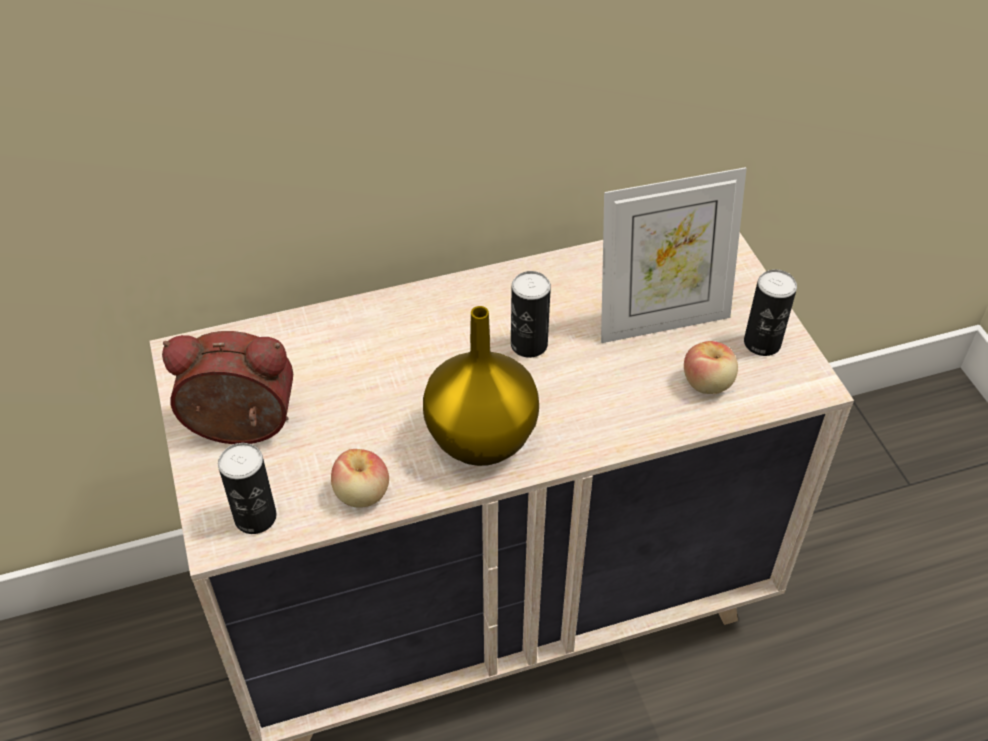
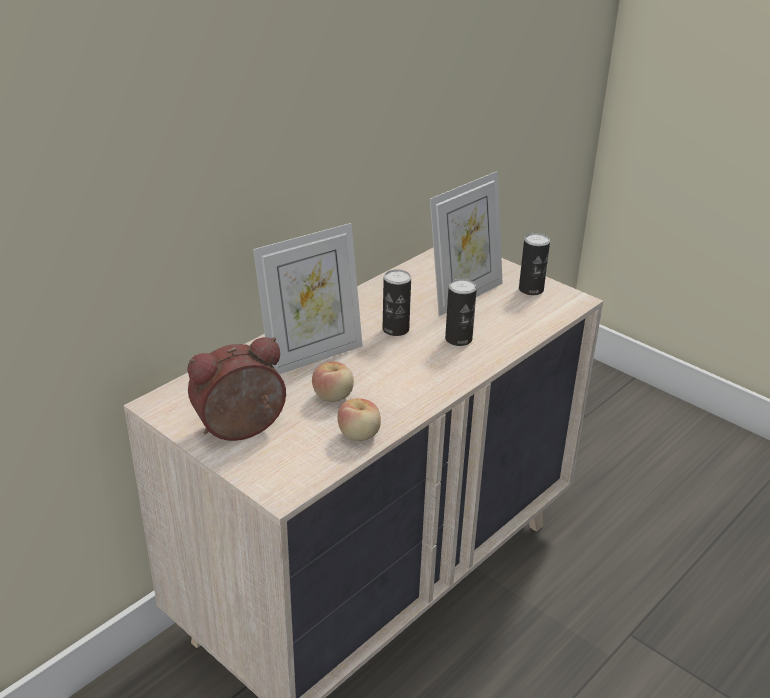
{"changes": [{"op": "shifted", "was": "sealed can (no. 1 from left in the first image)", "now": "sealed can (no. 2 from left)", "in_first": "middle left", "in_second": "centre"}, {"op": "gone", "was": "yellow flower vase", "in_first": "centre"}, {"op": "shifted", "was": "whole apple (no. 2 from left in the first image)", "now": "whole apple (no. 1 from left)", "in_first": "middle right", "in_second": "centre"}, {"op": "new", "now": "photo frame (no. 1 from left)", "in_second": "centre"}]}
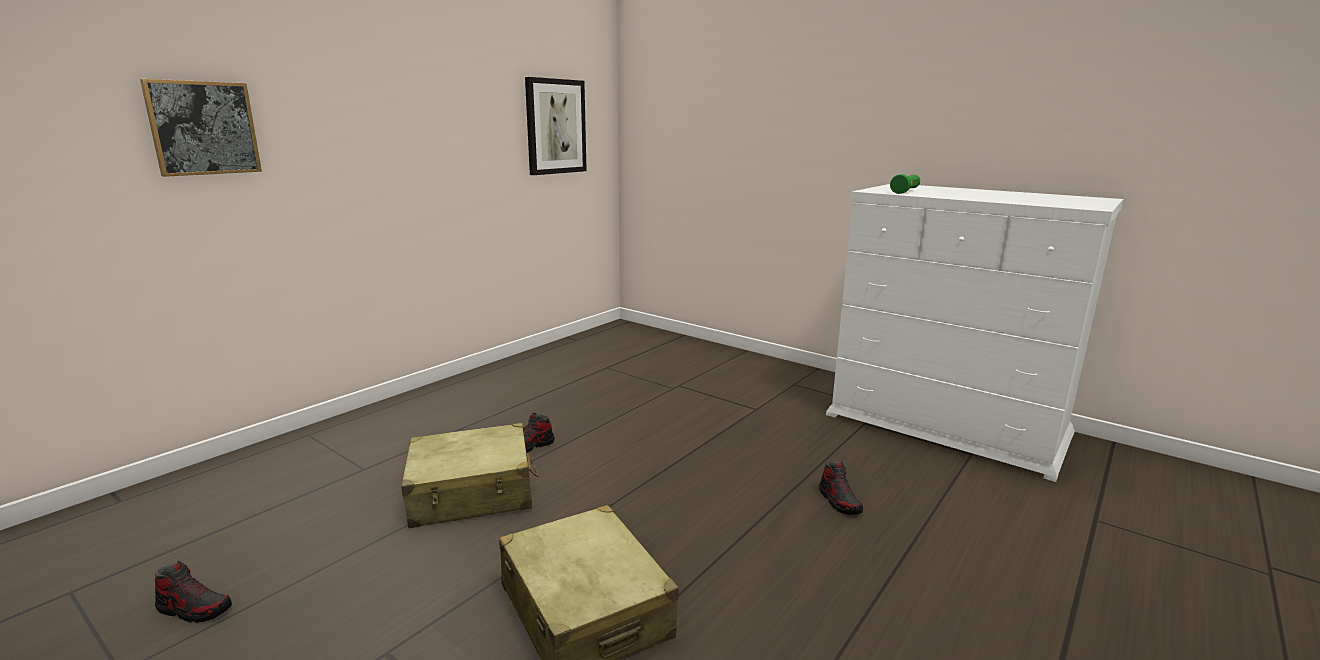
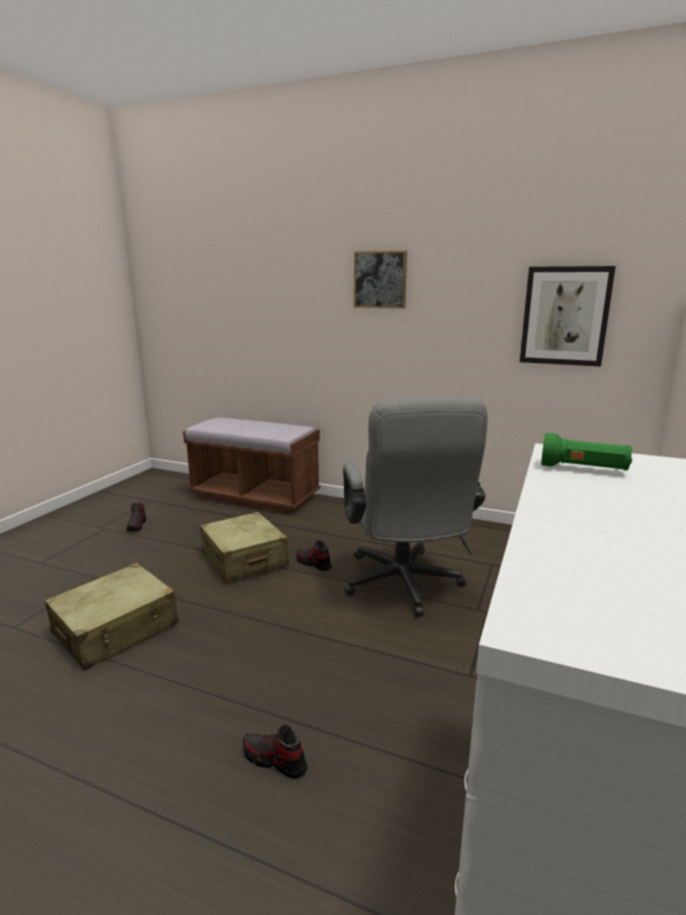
{"changes": [{"op": "shifted", "was": "wall art (no. 1 from left)", "in_first": "top left", "in_second": "top centre"}, {"op": "rotated", "was": "shoe (no. 3 from left in the first image)", "in_first": "bottom centre", "in_second": "bottom centre", "clockwise": 60}, {"op": "new", "now": "brownish bench", "in_second": "centre"}, {"op": "new", "now": "greyish office chair", "in_second": "centre"}]}
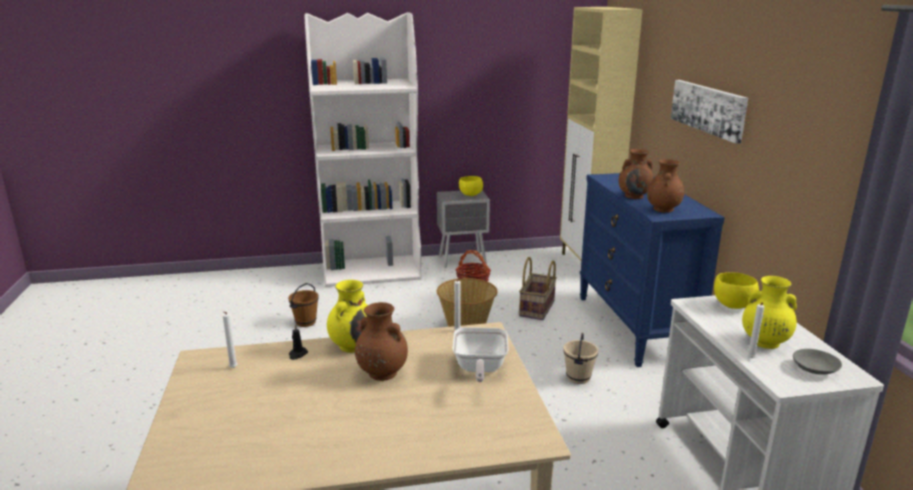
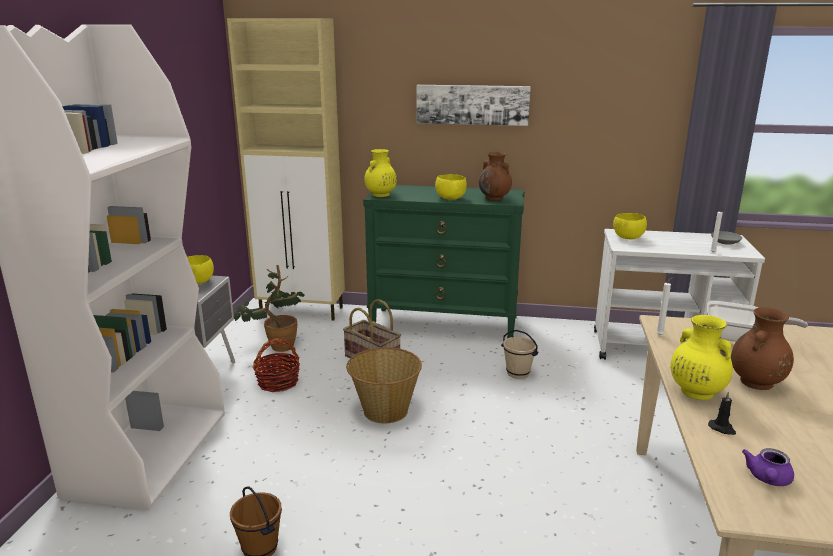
{"changes": [{"op": "swapped", "was": "whitish candle (no. 1 from left)", "now": "purplish pot for tea", "in_first": "bottom left", "in_second": "bottom right"}, {"op": "repainted", "was": "bluish drawer chest", "now": "green drawer chest", "in_first": "middle right", "in_second": "centre"}, {"op": "swapped", "was": "brownish flower vase (no. 2 from left)", "now": "yellow deep dish (no. 2 from left)", "in_first": "middle right", "in_second": "centre"}, {"op": "shifted", "was": "yellow flower vase (no. 2 from left in the first image)", "now": "yellow flower vase (no. 1 from left)", "in_first": "middle right", "in_second": "top centre"}, {"op": "new", "now": "plant in a pot", "in_second": "middle left"}]}
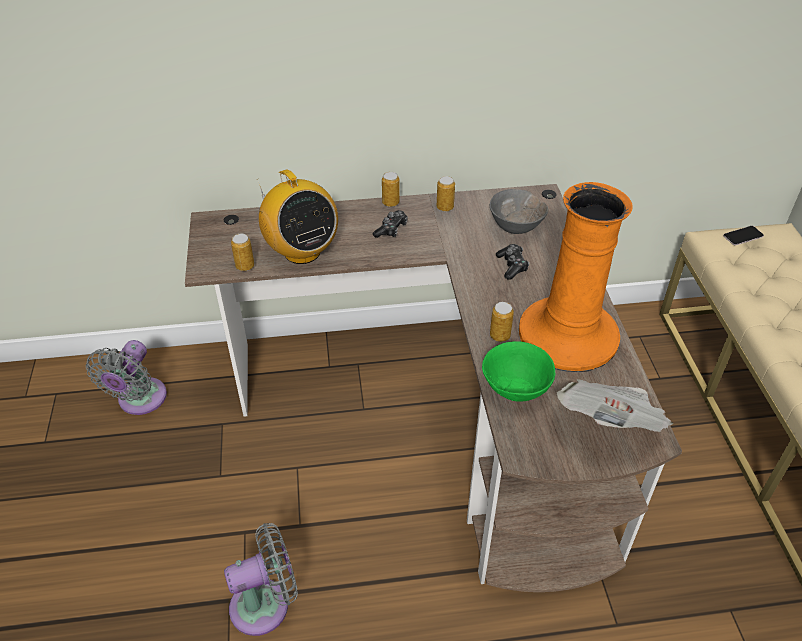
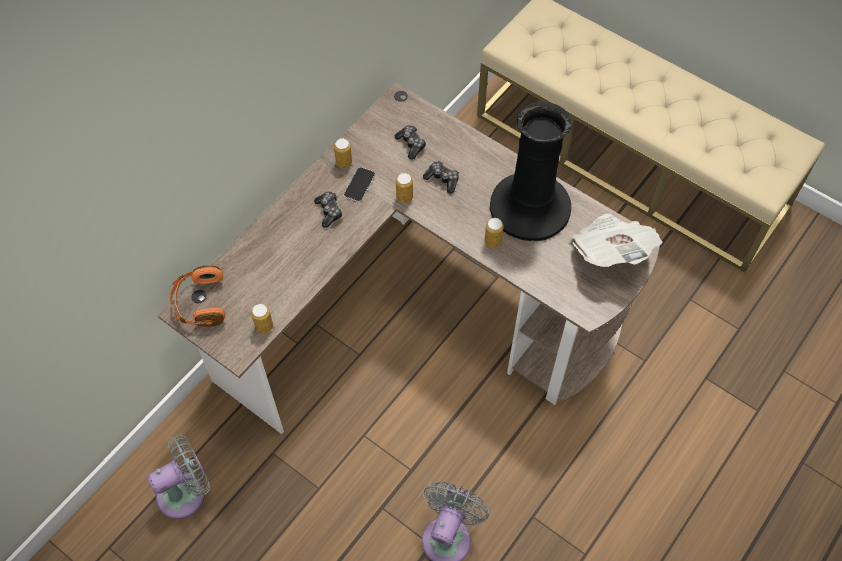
{"changes": [{"op": "rotated", "was": "greyish electric fan (no. 1 from left)", "in_first": "middle left", "in_second": "bottom left", "clockwise": -90}, {"op": "gone", "was": "radio receiver", "in_first": "centre"}, {"op": "shifted", "was": "sealed can (no. 2 from left in the first image)", "now": "sealed can (no. 3 from left)", "in_first": "top centre", "in_second": "centre"}, {"op": "gone", "was": "green deep dish", "in_first": "centre"}, {"op": "swapped", "was": "greyish deep dish", "now": "gamepad (no. 2 from left)", "in_first": "top centre", "in_second": "top centre"}, {"op": "repainted", "was": "orange-coloured flower vase", "now": "black flower vase", "in_first": "middle right", "in_second": "top centre"}, {"op": "shifted", "was": "telephone", "in_first": "middle right", "in_second": "top centre"}, {"op": "new", "now": "orange-coloured headset", "in_second": "middle left"}]}
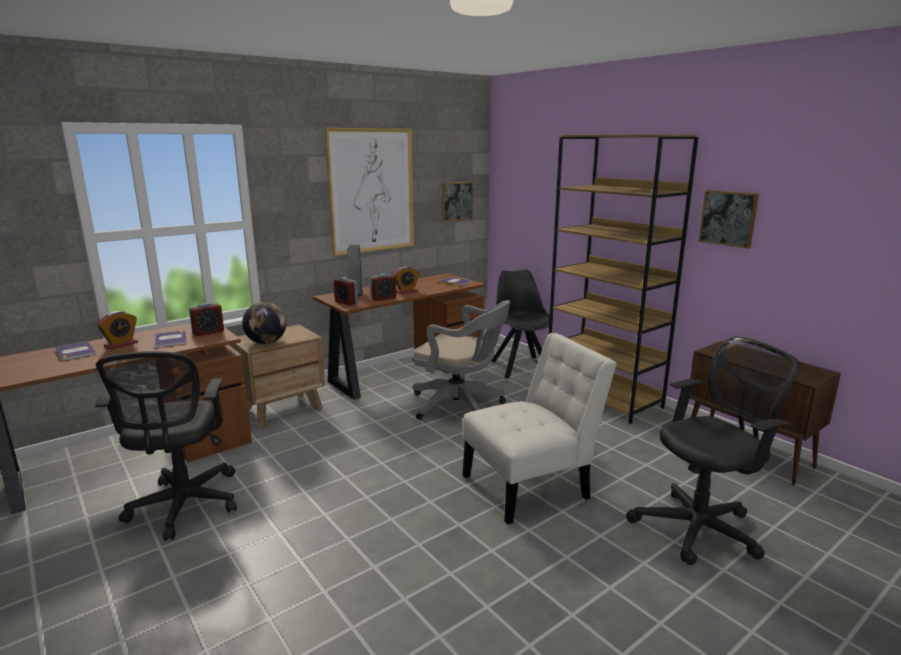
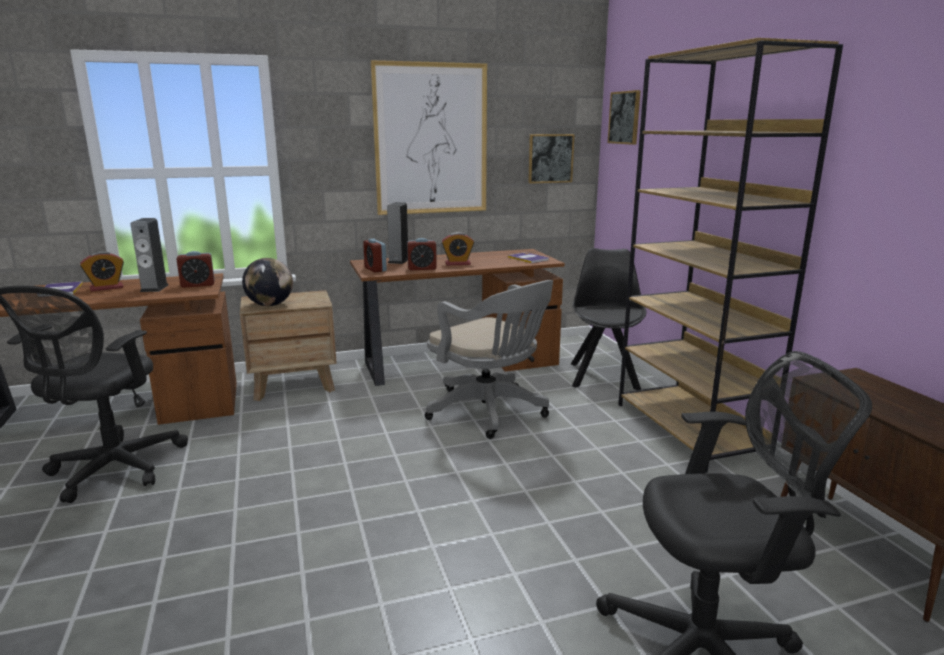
{"changes": [{"op": "swapped", "was": "volume (no. 2 from left)", "now": "loudspeaker (no. 1 from left)", "in_first": "middle left", "in_second": "middle left"}, {"op": "gone", "was": "whitish plain chair", "in_first": "centre"}, {"op": "shifted", "was": "wall art (no. 3 from left)", "in_first": "middle right", "in_second": "top centre"}]}
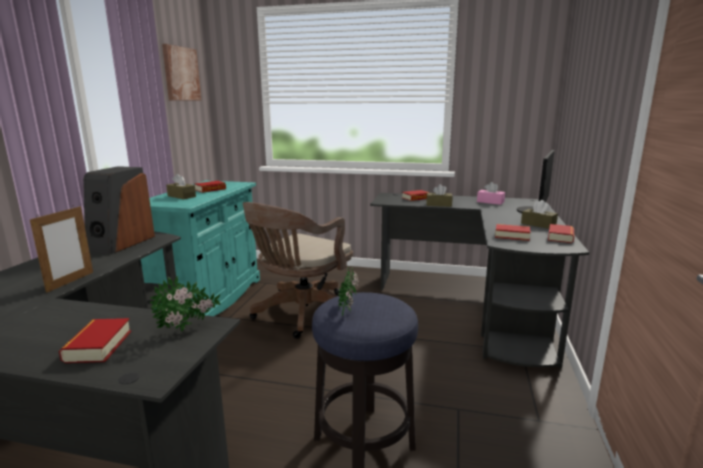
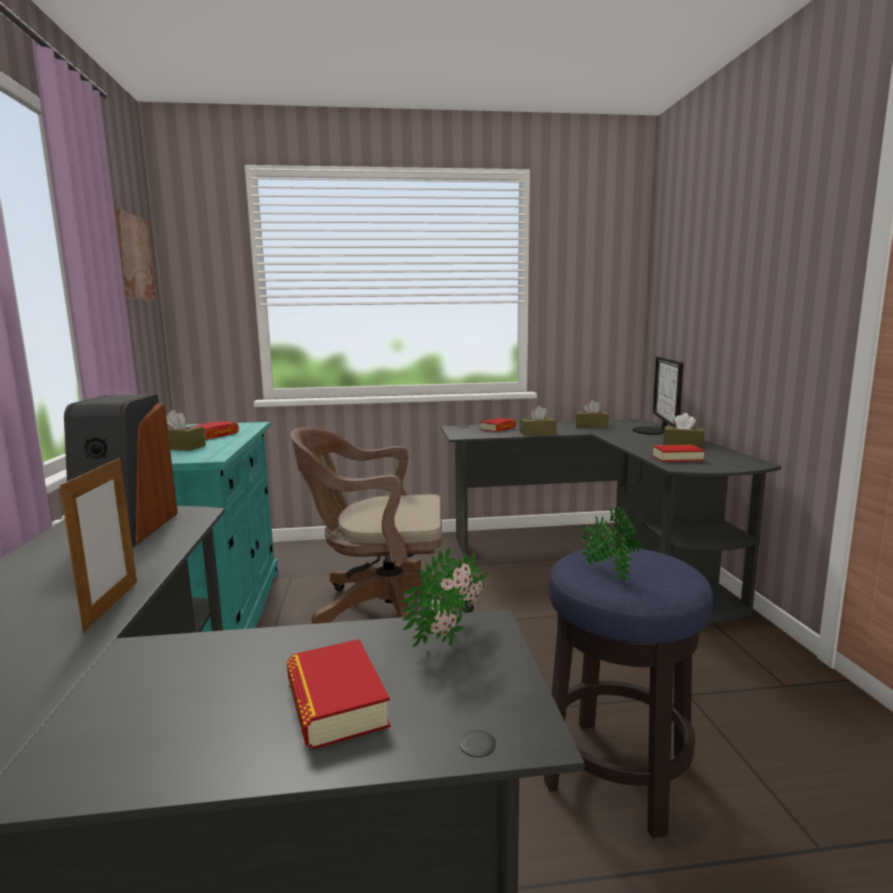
{"changes": [{"op": "rotated", "was": "brownish office chair", "in_first": "centre", "in_second": "centre", "clockwise": 75}, {"op": "repainted", "was": "pink-coloured tissue box", "now": "brownish tissue box (no. 3 from left)", "in_first": "middle right", "in_second": "centre"}, {"op": "gone", "was": "volume (no. 5 from left)", "in_first": "middle right"}]}
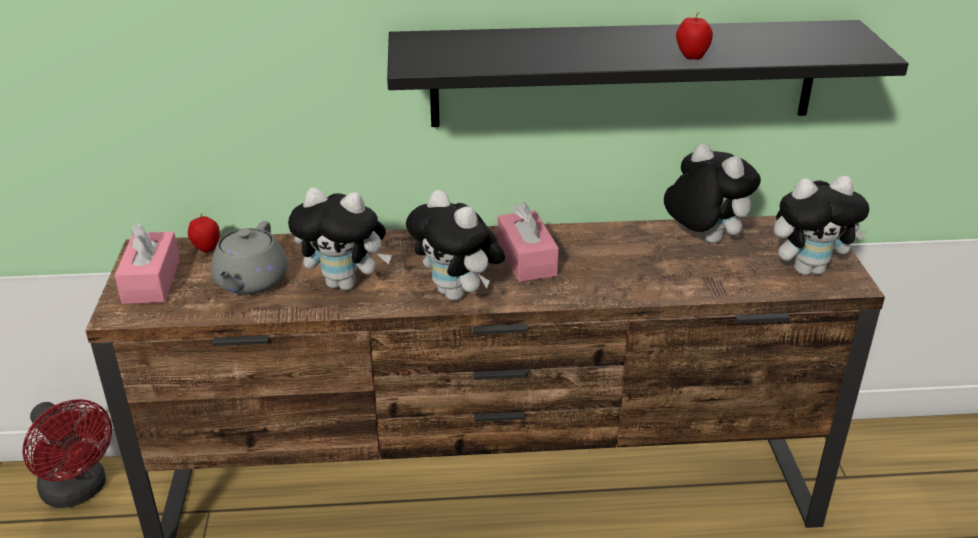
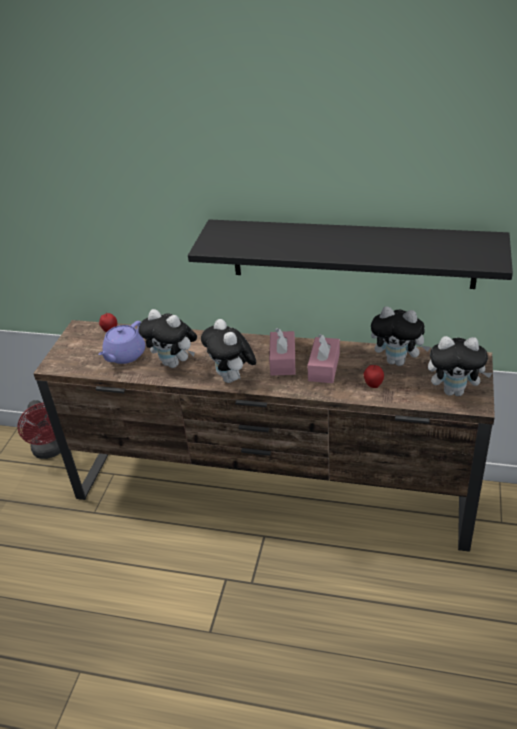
{"changes": [{"op": "shifted", "was": "pink-coloured tissue box (no. 1 from left in the first image)", "now": "pink-coloured tissue box (no. 2 from left)", "in_first": "middle left", "in_second": "centre"}, {"op": "repainted", "was": "greyish pot for tea", "now": "purplish pot for tea", "in_first": "middle left", "in_second": "middle left"}, {"op": "rotated", "was": "plush toy (no. 3 from left)", "in_first": "middle right", "in_second": "middle right", "clockwise": 135}, {"op": "shifted", "was": "whole apple (no. 2 from left)", "in_first": "top right", "in_second": "middle right"}]}
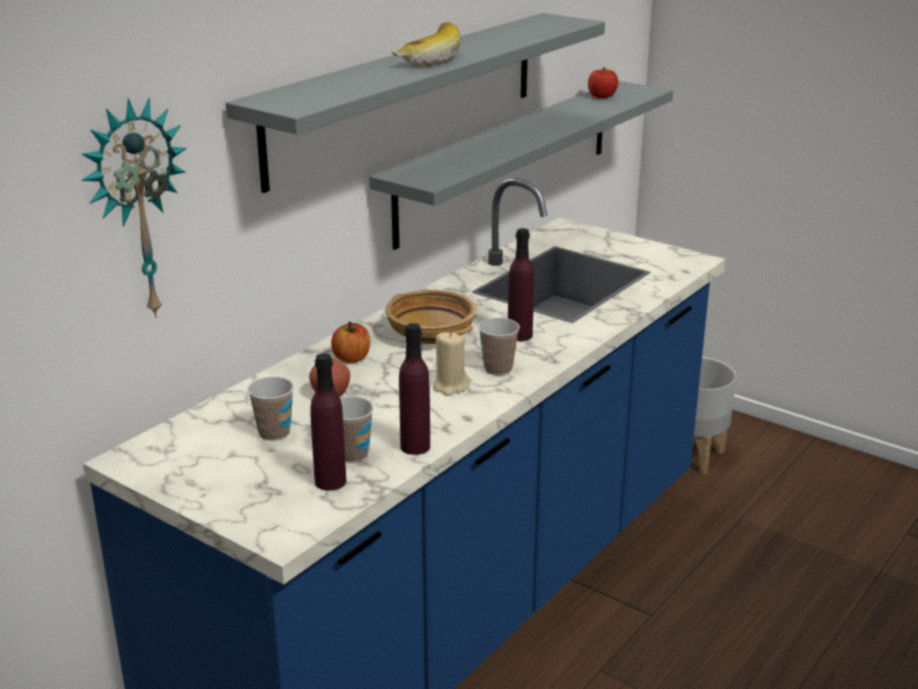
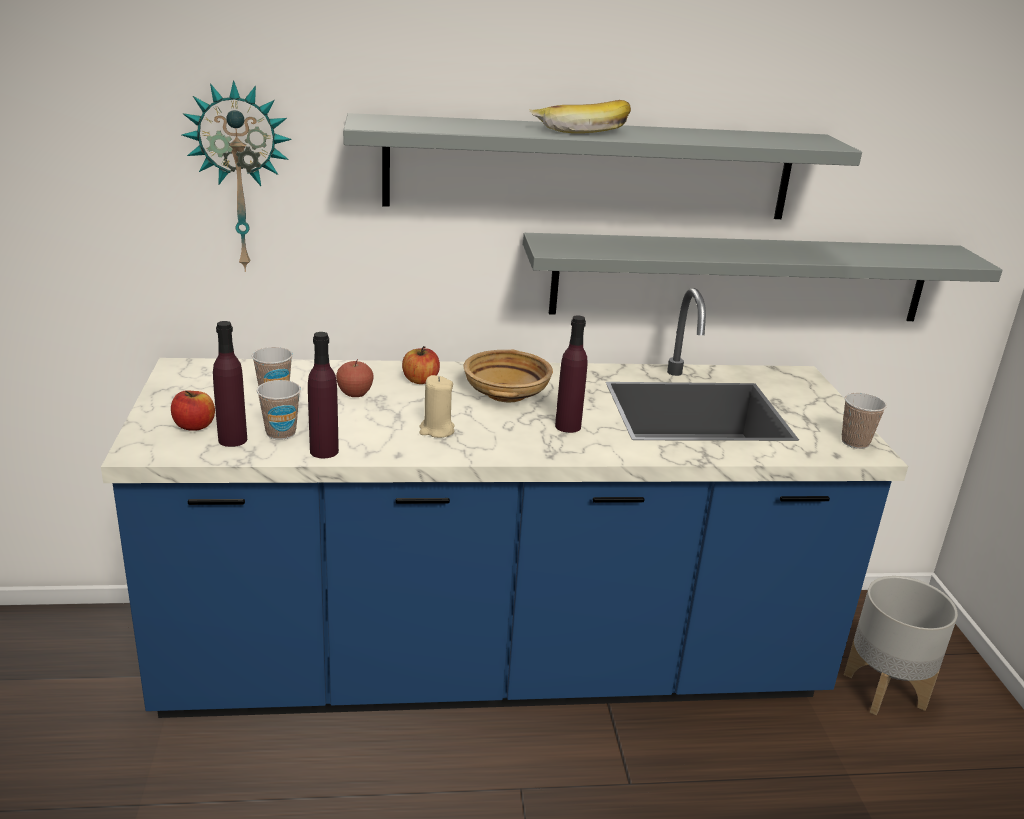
{"changes": [{"op": "shifted", "was": "small cup (no. 3 from left)", "in_first": "centre", "in_second": "middle right"}, {"op": "shifted", "was": "whole apple (no. 3 from left in the first image)", "now": "whole apple (no. 1 from left)", "in_first": "top centre", "in_second": "middle left"}]}
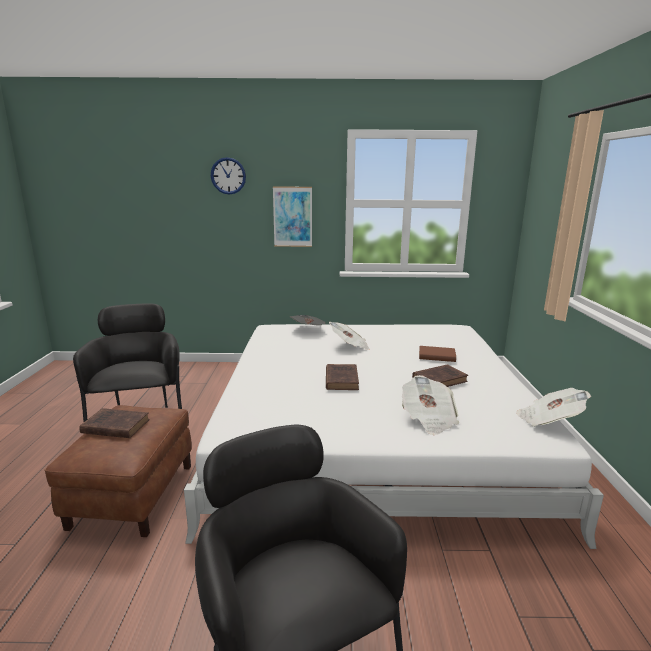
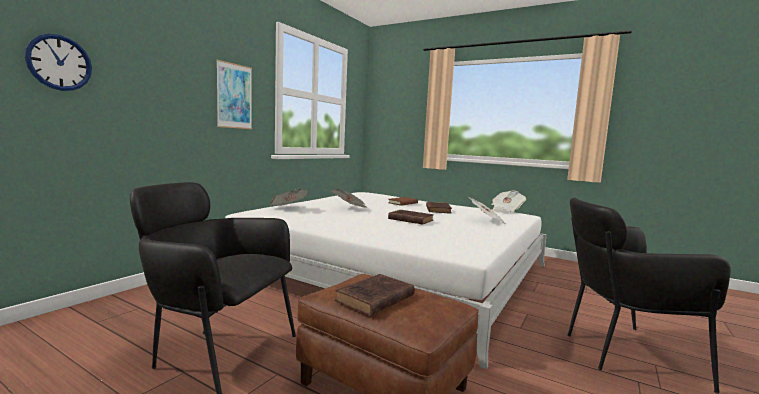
{"changes": [{"op": "shifted", "was": "clock on the wall", "in_first": "top centre", "in_second": "top left"}]}
